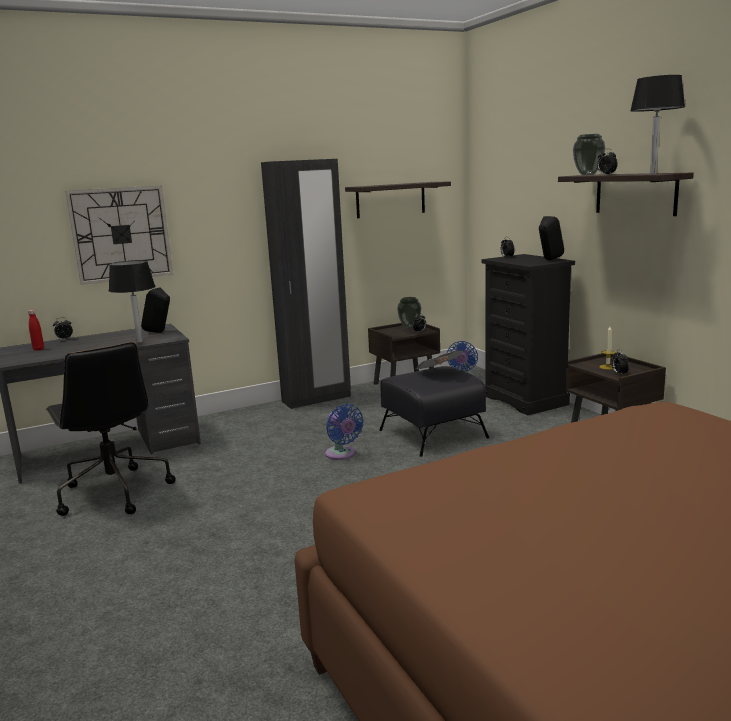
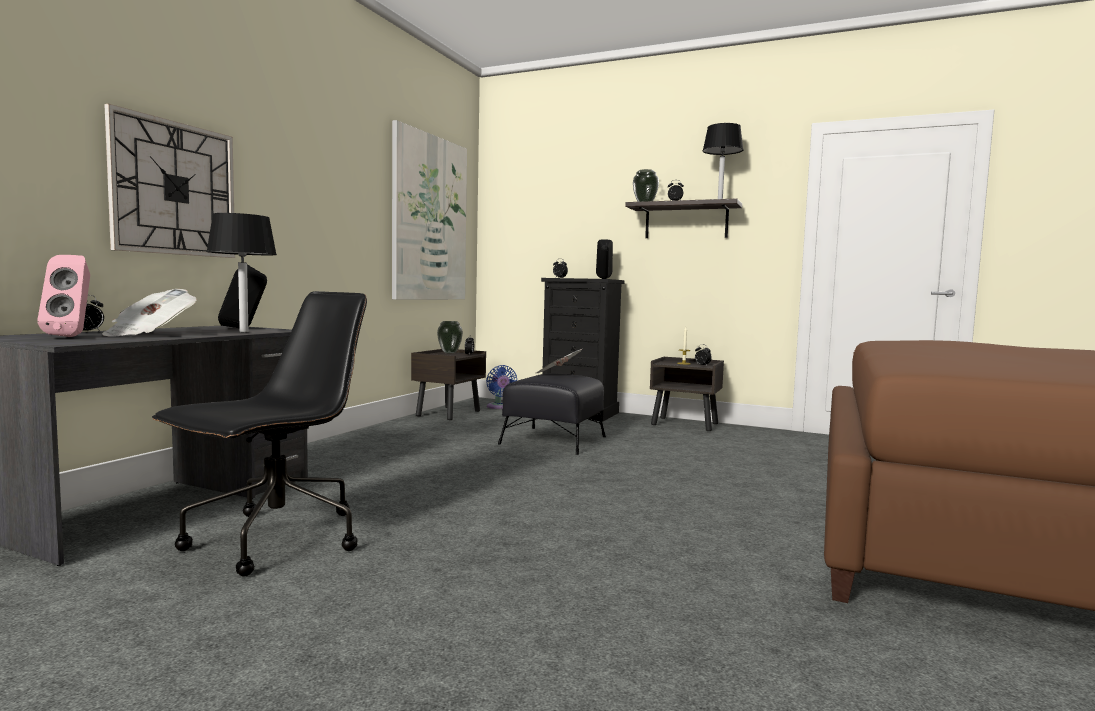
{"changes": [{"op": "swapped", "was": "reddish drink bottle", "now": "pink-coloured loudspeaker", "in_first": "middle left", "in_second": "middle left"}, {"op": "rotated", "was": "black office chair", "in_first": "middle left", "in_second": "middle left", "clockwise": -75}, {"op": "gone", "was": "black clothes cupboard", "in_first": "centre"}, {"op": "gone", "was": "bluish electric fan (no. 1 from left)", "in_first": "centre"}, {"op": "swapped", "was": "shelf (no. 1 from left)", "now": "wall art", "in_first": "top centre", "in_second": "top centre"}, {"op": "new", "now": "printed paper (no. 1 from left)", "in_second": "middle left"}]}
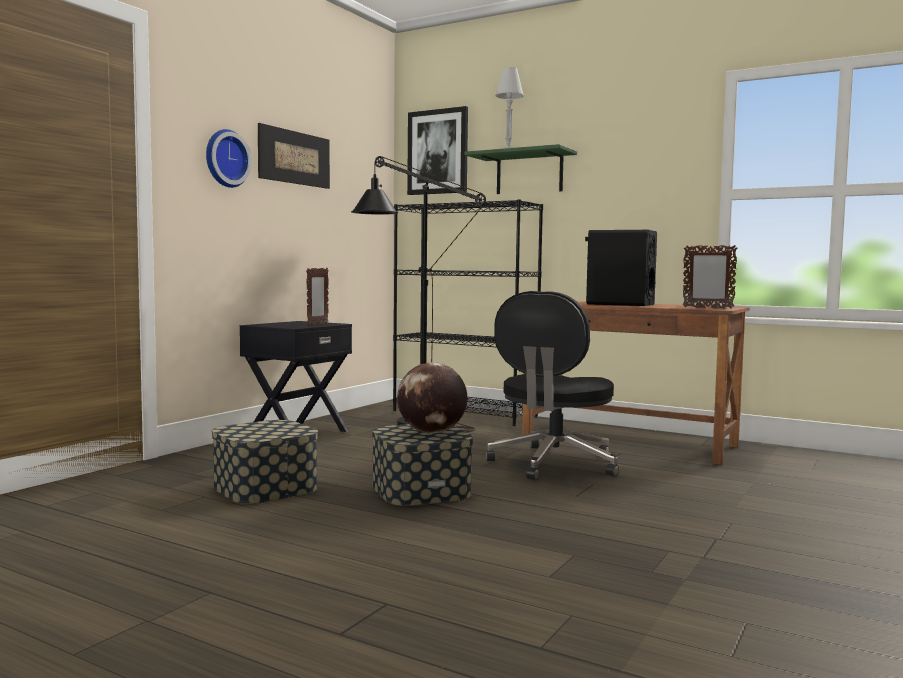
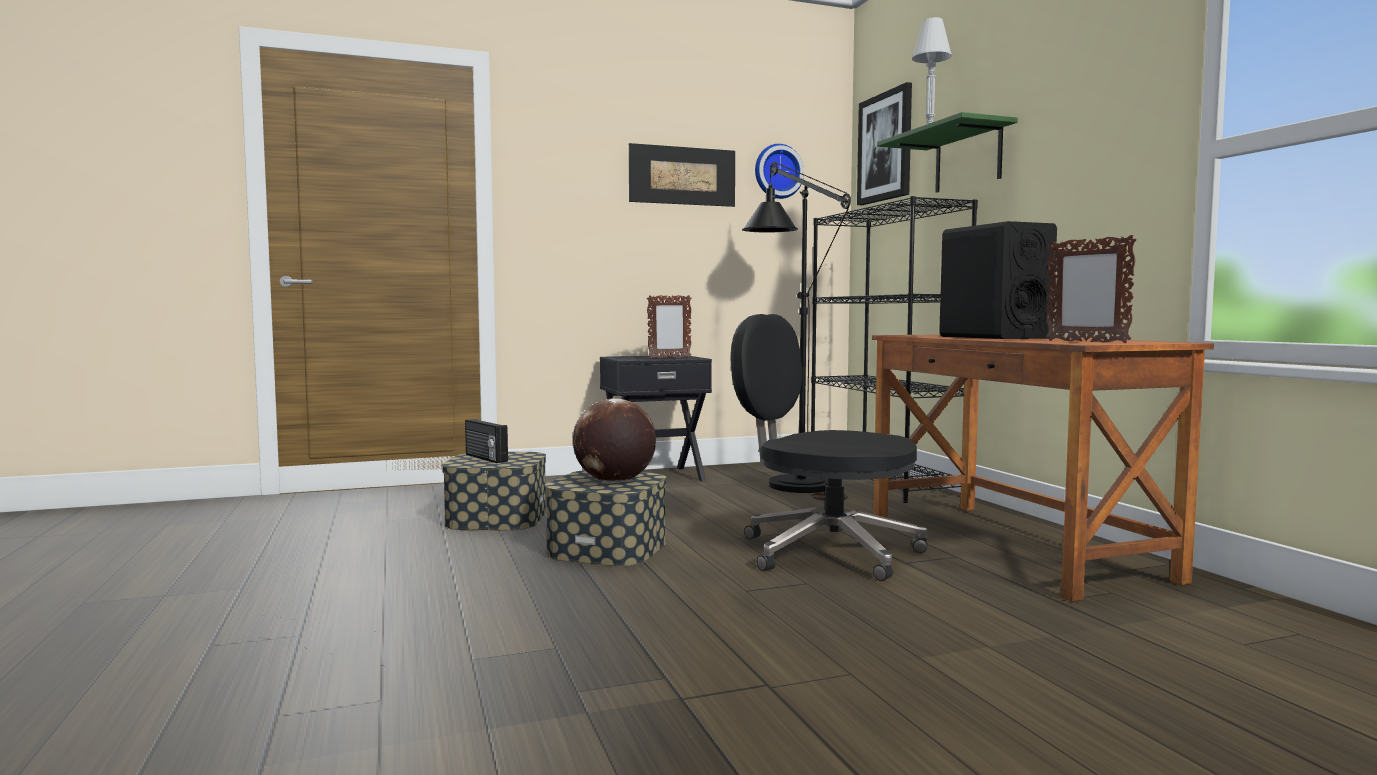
{"changes": [{"op": "shifted", "was": "clock on the wall", "in_first": "top left", "in_second": "top centre"}, {"op": "rotated", "was": "black office chair", "in_first": "centre", "in_second": "centre", "clockwise": 60}, {"op": "new", "now": "radio receiver", "in_second": "centre"}]}
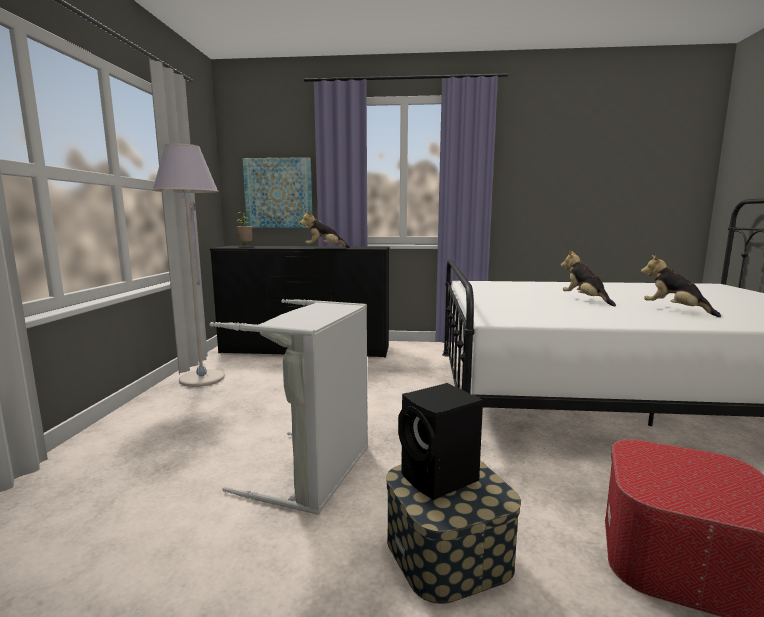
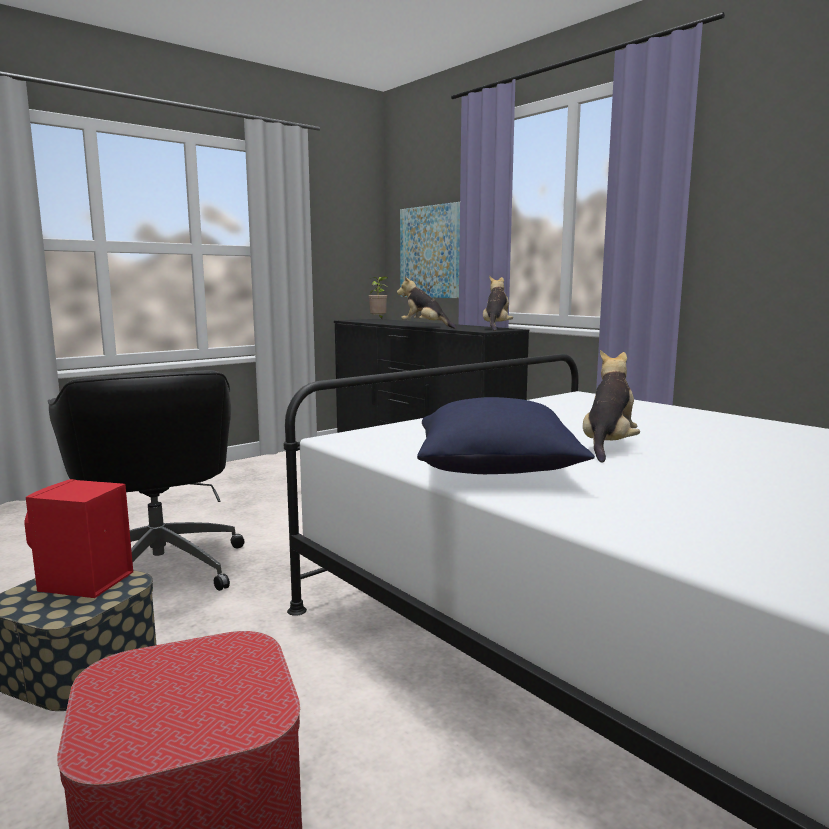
{"changes": [{"op": "gone", "was": "greyish standard lamp", "in_first": "middle left"}, {"op": "swapped", "was": "greyish washing basket", "now": "black office chair", "in_first": "centre", "in_second": "middle left"}, {"op": "repainted", "was": "black loudspeaker", "now": "reddish loudspeaker", "in_first": "bottom centre", "in_second": "middle left"}, {"op": "shifted", "was": "plush toy (no. 3 from left in the first image)", "now": "plush toy (no. 2 from left)", "in_first": "middle right", "in_second": "centre"}, {"op": "new", "now": "bluish cushion", "in_second": "centre"}]}
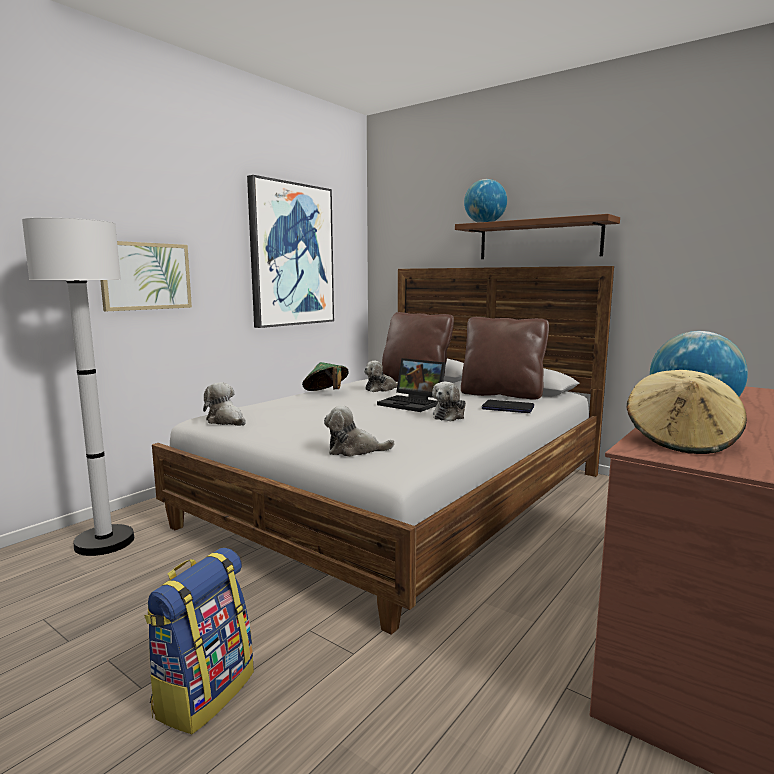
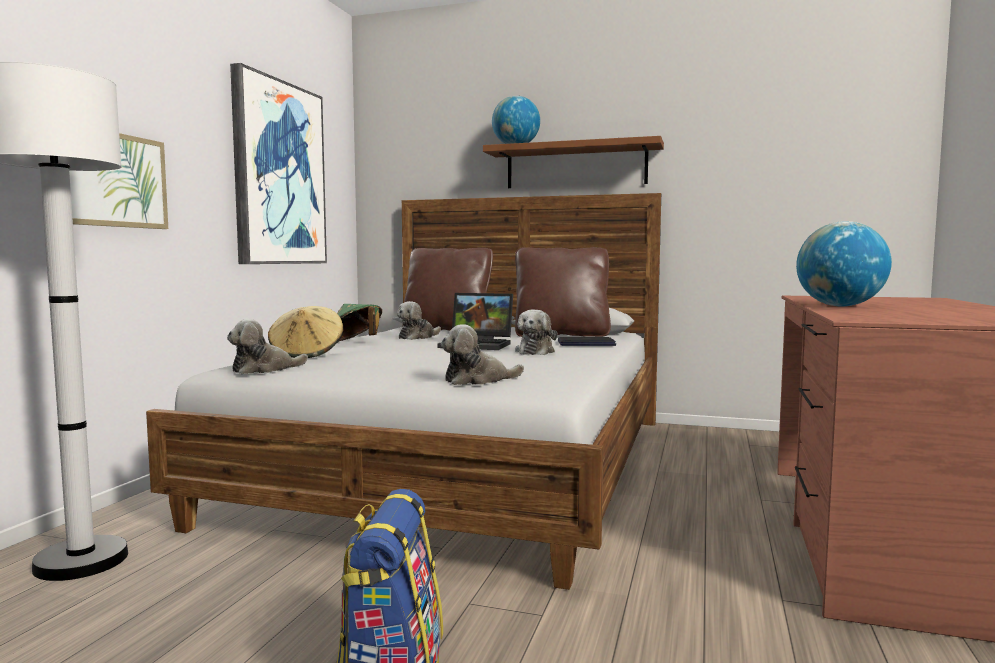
{"changes": [{"op": "rotated", "was": "plush toy (no. 1 from left)", "in_first": "middle left", "in_second": "middle left", "clockwise": -60}, {"op": "shifted", "was": "beige wearable hat", "in_first": "middle right", "in_second": "middle left"}]}
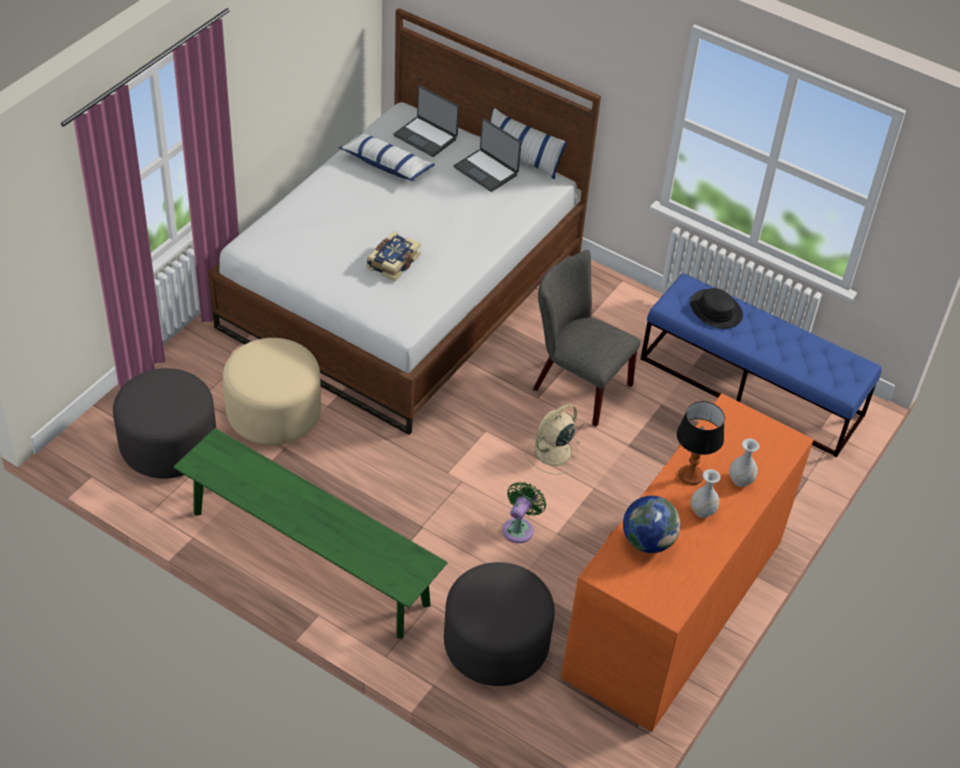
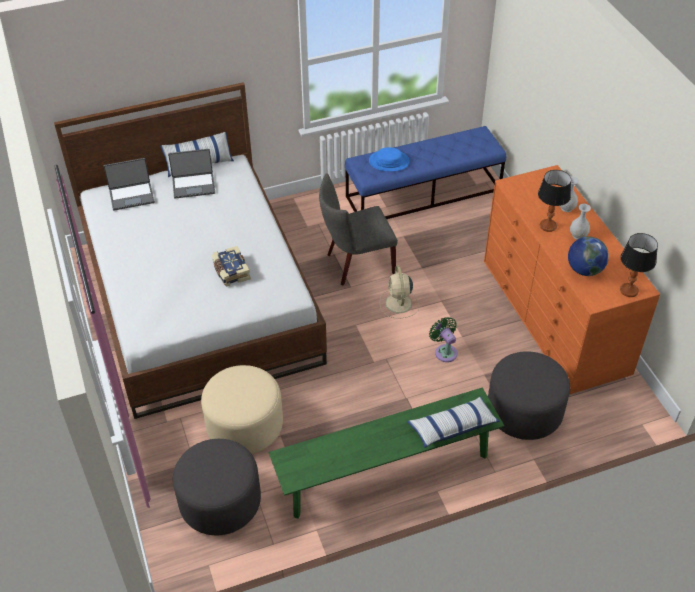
{"changes": [{"op": "shifted", "was": "cushion (no. 1 from left in the first image)", "now": "cushion (no. 2 from left)", "in_first": "top centre", "in_second": "bottom centre"}, {"op": "repainted", "was": "black wearable hat", "now": "bluish wearable hat", "in_first": "middle right", "in_second": "top centre"}, {"op": "new", "now": "tabletop lamp (no. 2 from left)", "in_second": "middle right"}]}
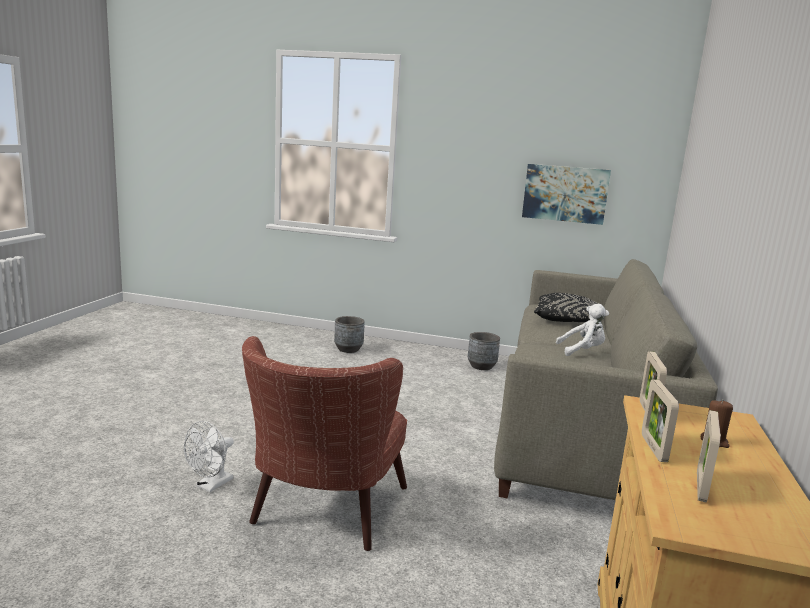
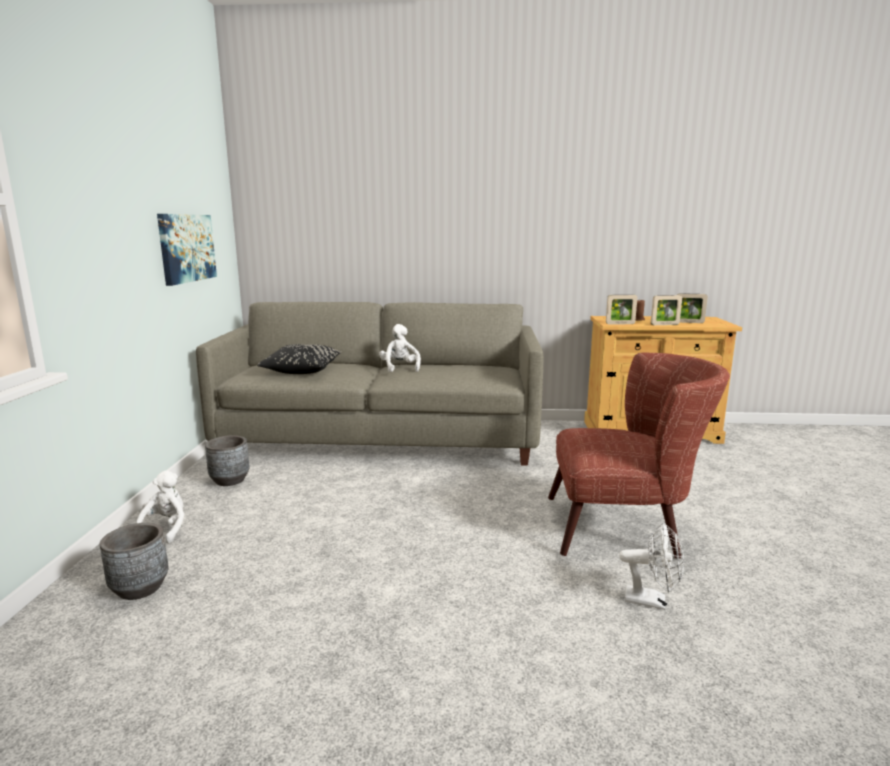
{"changes": [{"op": "new", "now": "whitish plush toy (no. 1 from left)", "in_second": "middle left"}]}
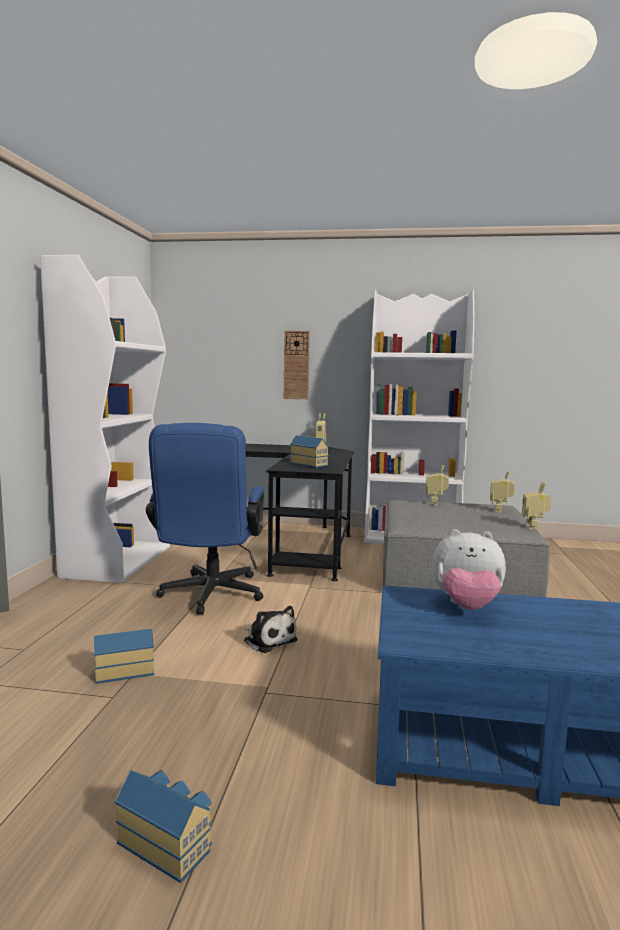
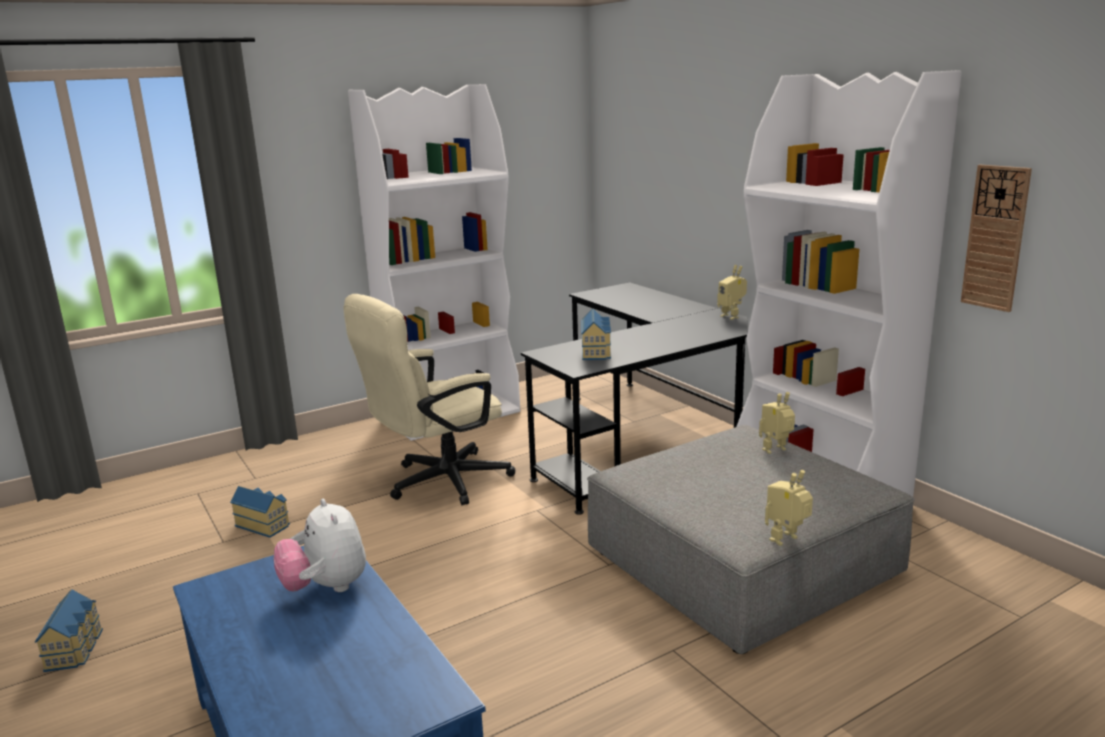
{"changes": [{"op": "repainted", "was": "bluish office chair", "now": "beige office chair", "in_first": "middle left", "in_second": "centre"}, {"op": "gone", "was": "plush toy (no. 1 from left)", "in_first": "bottom centre"}, {"op": "shifted", "was": "clock on the wall", "in_first": "centre", "in_second": "top right"}, {"op": "gone", "was": "toy robot (no. 3 from left)", "in_first": "middle right"}]}
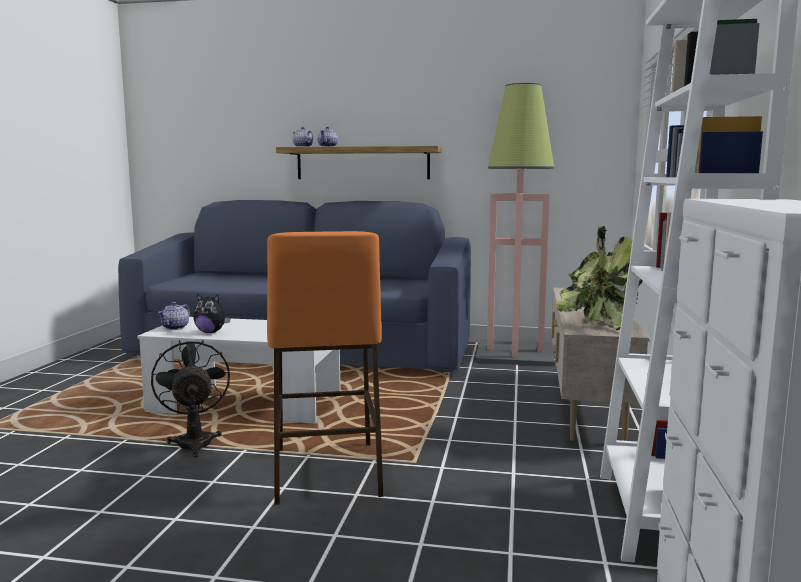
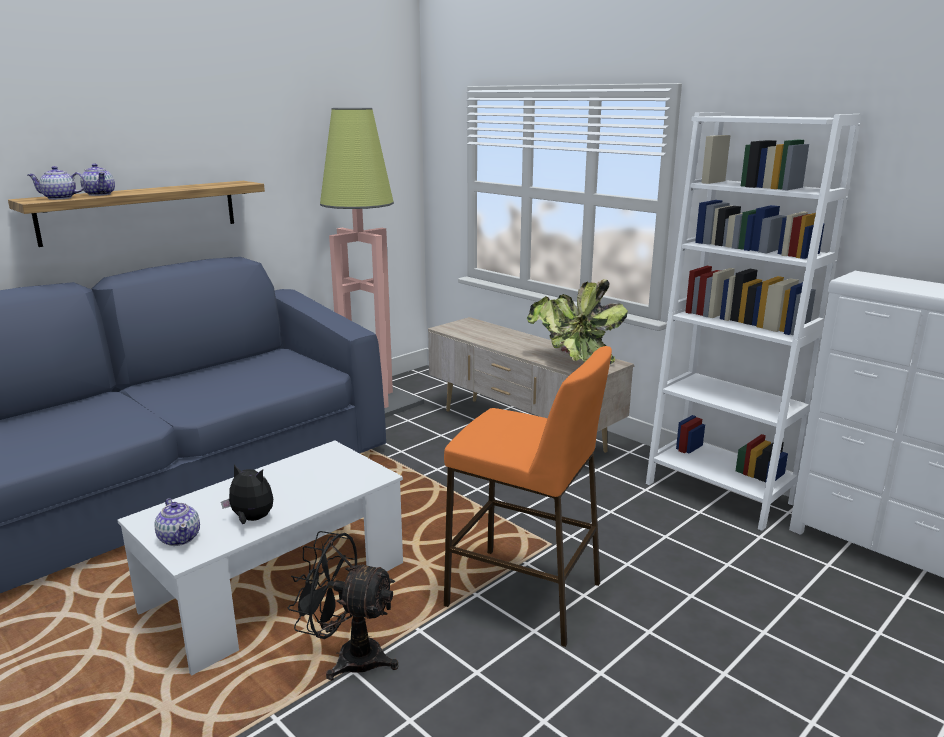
{"changes": [{"op": "rotated", "was": "plush toy", "in_first": "middle left", "in_second": "bottom left", "clockwise": -120}]}
